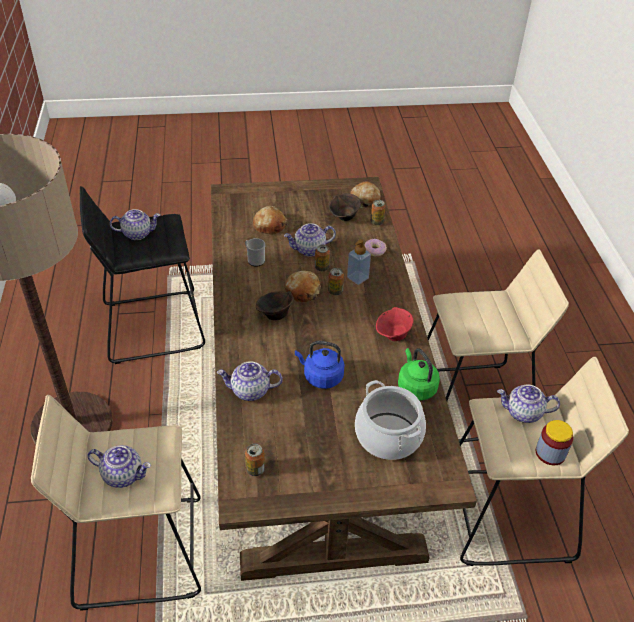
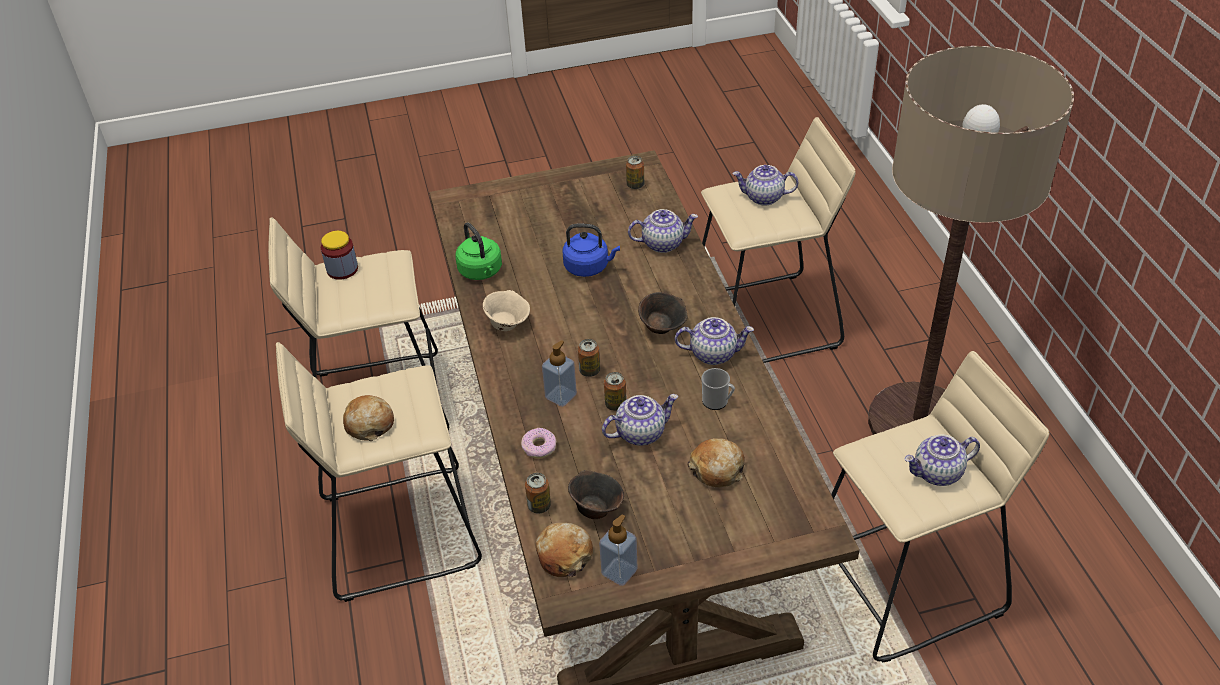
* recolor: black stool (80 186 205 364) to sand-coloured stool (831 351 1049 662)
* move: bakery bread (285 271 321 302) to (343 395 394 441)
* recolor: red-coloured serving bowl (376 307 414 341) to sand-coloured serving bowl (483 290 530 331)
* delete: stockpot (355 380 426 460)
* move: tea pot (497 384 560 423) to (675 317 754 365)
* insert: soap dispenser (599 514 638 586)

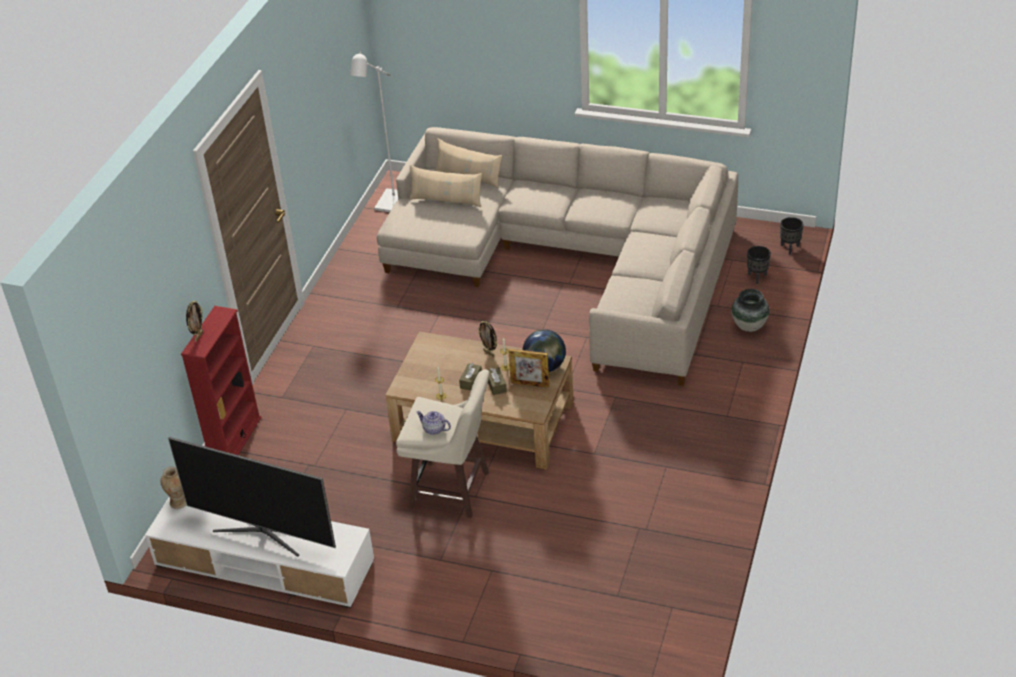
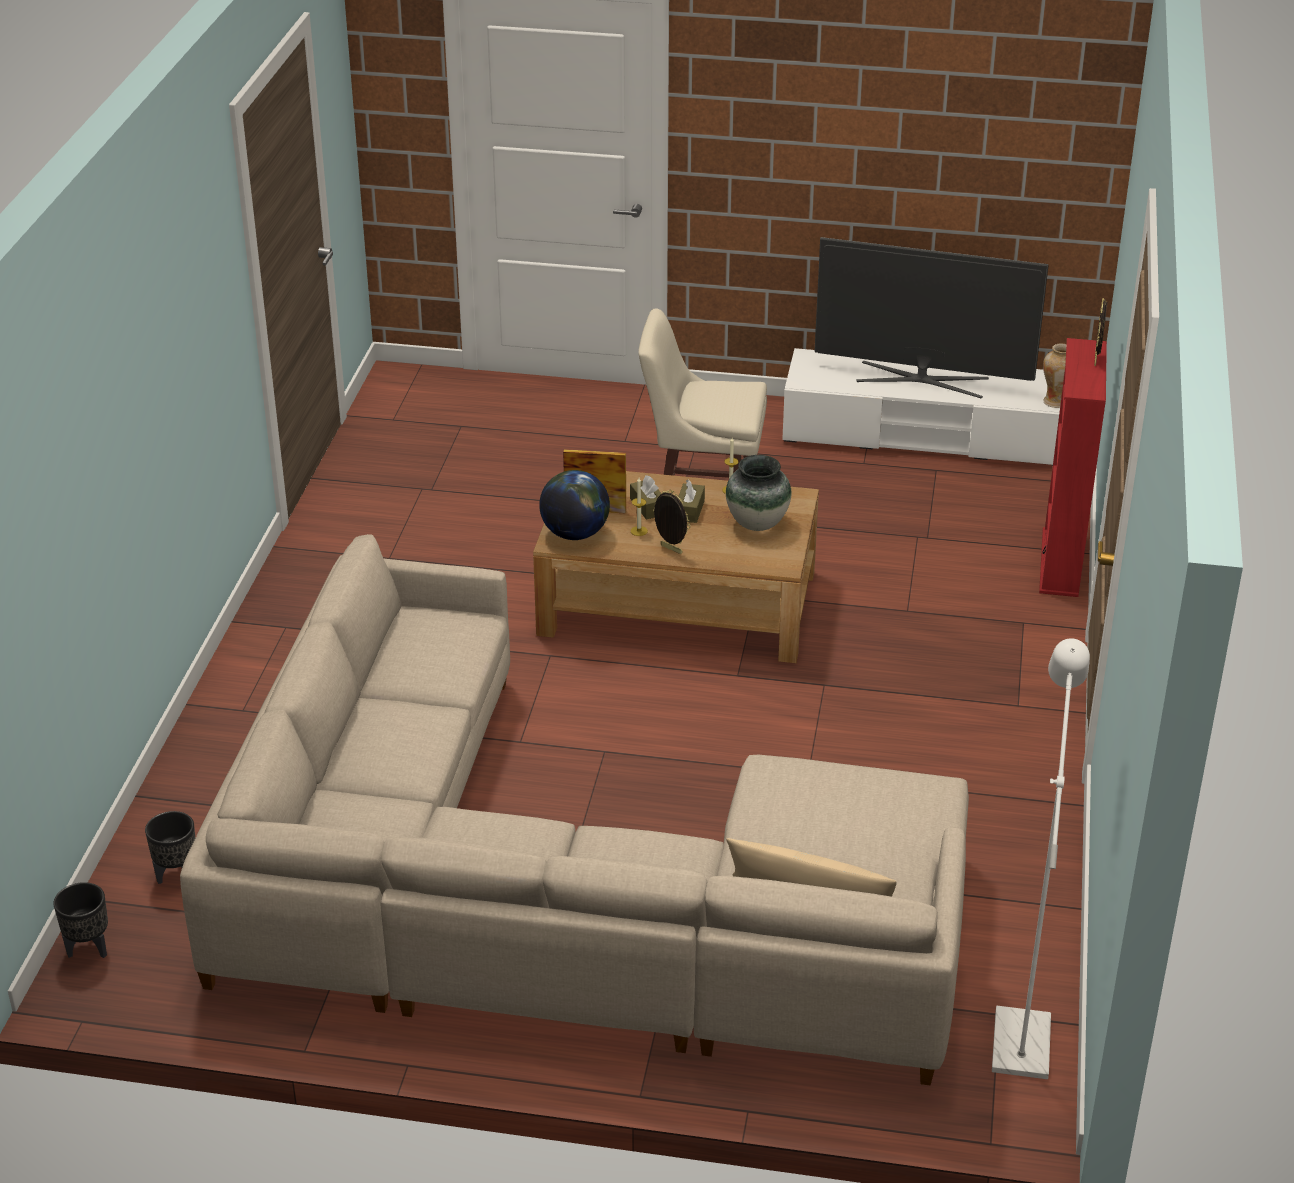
* delete: sand-coloured throw pillow (409 165 482 207)
* move: decorative vase (731 289 769 332) to (726 455 792 531)
* delete: tea pot (416 411 451 435)

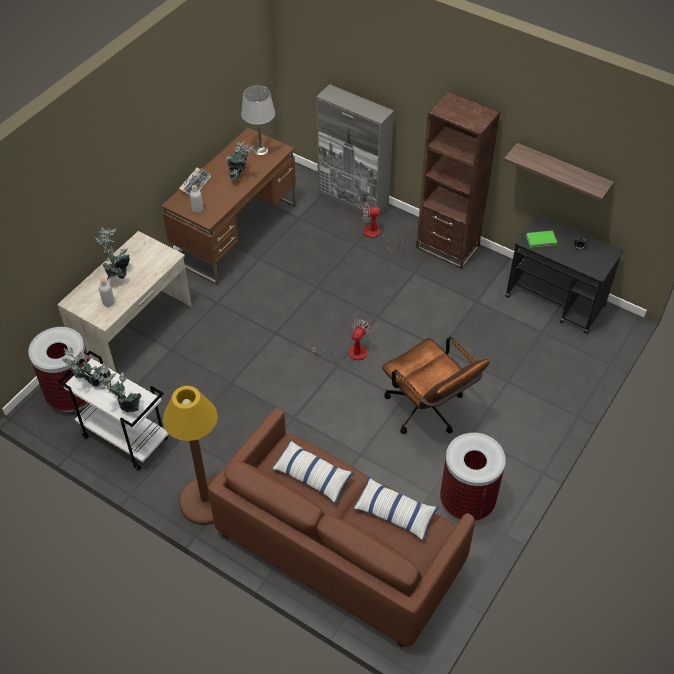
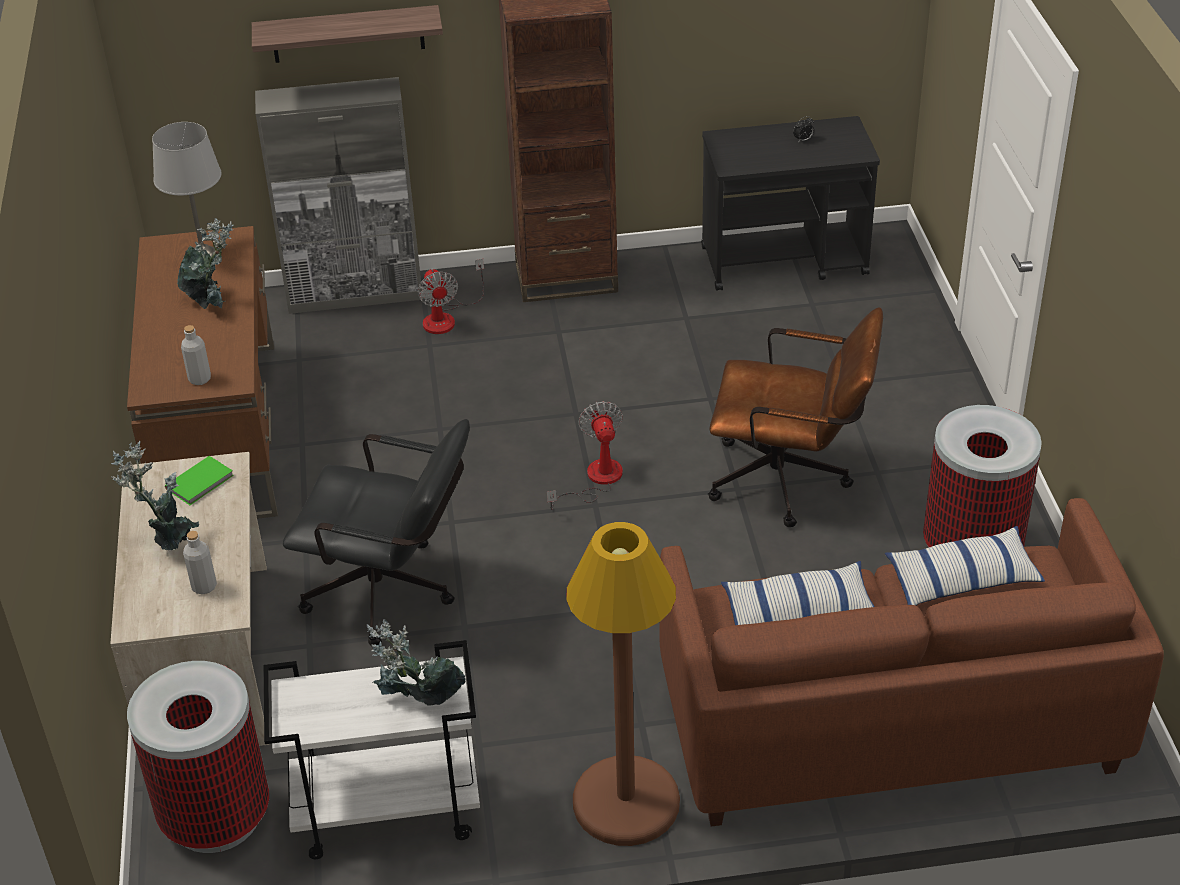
* move: bracket shelf (504 143 614 201) to (252 5 443 63)
* delete: computer keyboard (179 168 211 196)
* rotate: cooling fan (361 201 403 251) = (418 259 484 334) 60 degrees counterclockwise
* move: green bound book (526 230 557 247) to (165 456 234 505)
* delete: plant in a pot (62 347 111 386)
* insert: black computer chair (283 419 470 646)

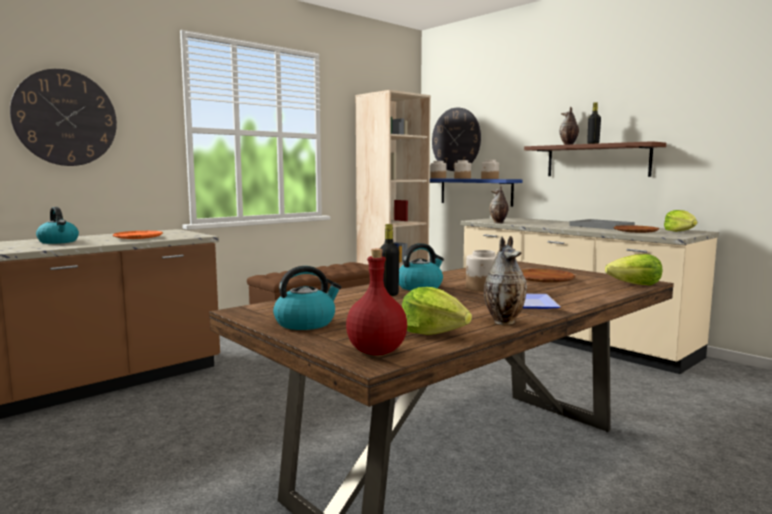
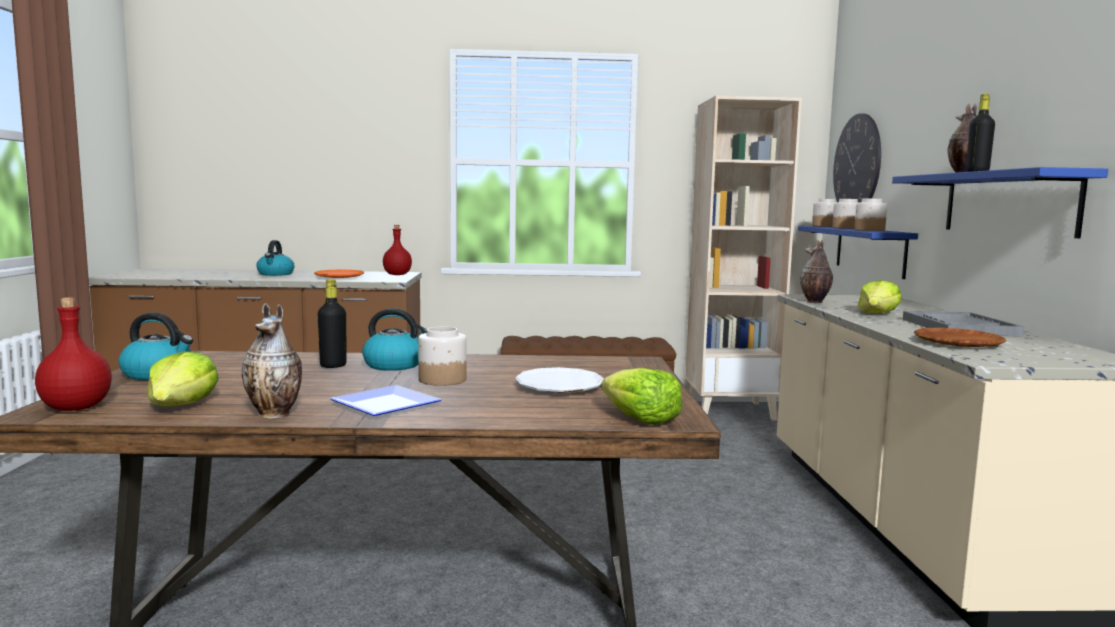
* delete: hanging clock (10 69 117 166)
* recolor: brownish bracket shelf (524 141 666 177) to bluish bracket shelf (892 167 1108 238)
* move: head of lettuce (664 210 697 232) to (858 280 902 313)
* recolor: brownish plate (521 269 576 283) to white plate (515 367 604 393)
* insert: red-coloured bottle (383 225 412 275)

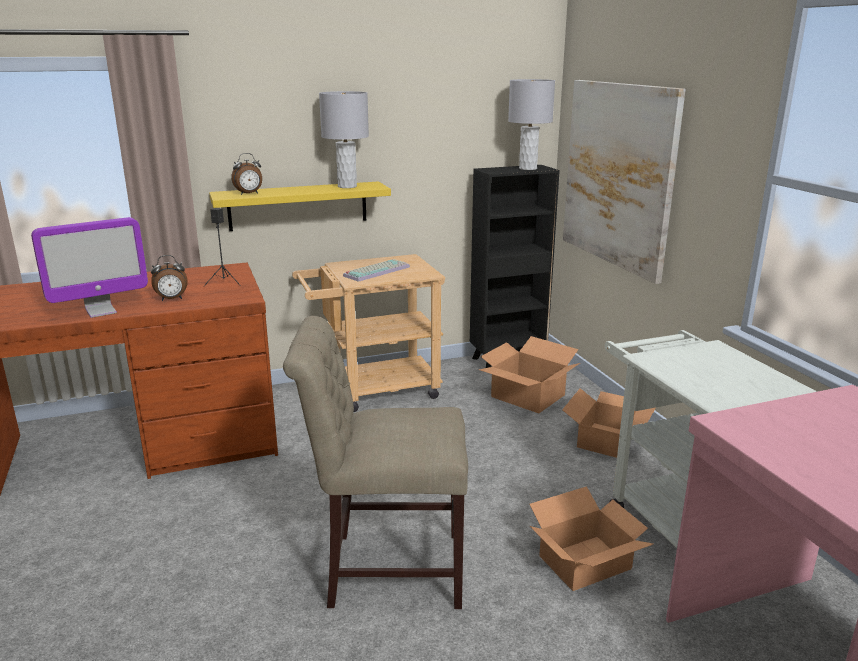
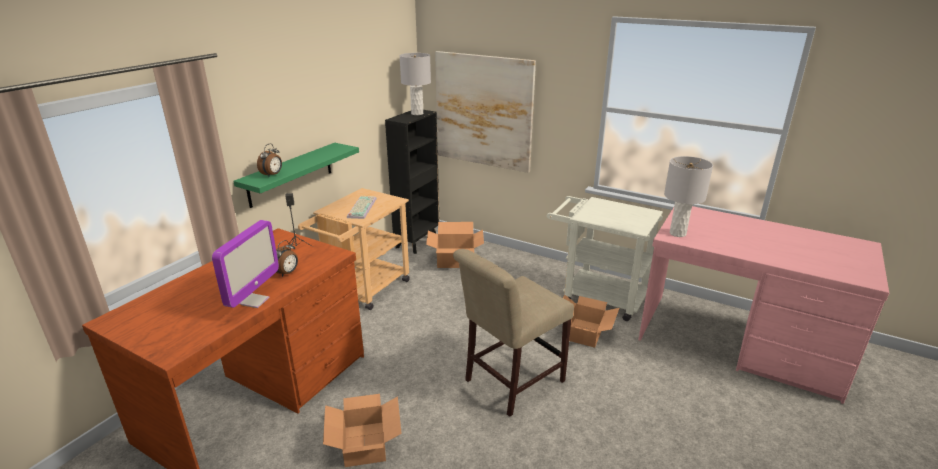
* move: grey table lamp (319 91 369 188) to (664 156 713 237)
* recolor: yellow-coloured bracket shelf (209 181 391 231) to green bracket shelf (233 143 359 208)
* move: packing box (562 388 656 458) to (323 394 402 467)

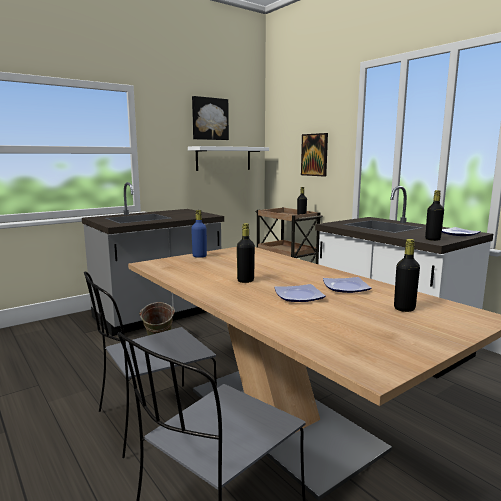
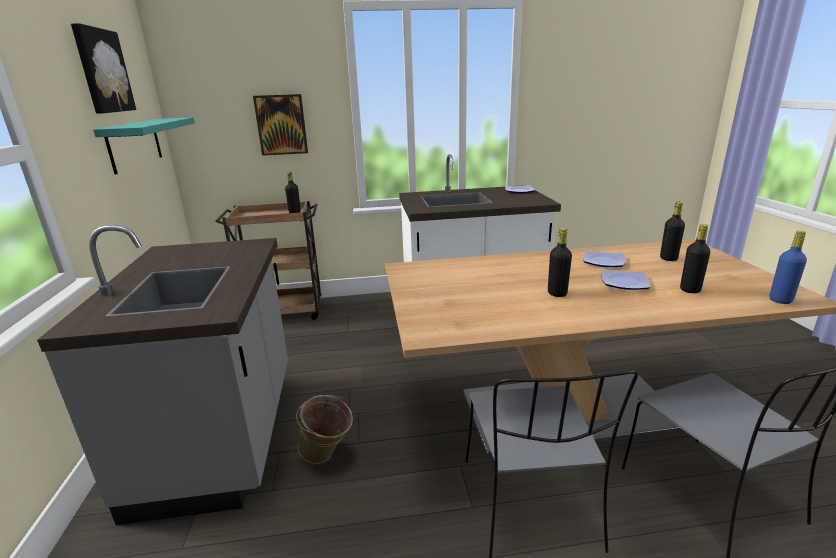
* recolor: white bracket shelf (188 146 269 171) to turquoise bracket shelf (93 117 195 174)
* move: black bottle (425 190 444 241) to (680 224 710 293)
* move: bluish bottle (191 210 207 258) to (769 230 807 304)

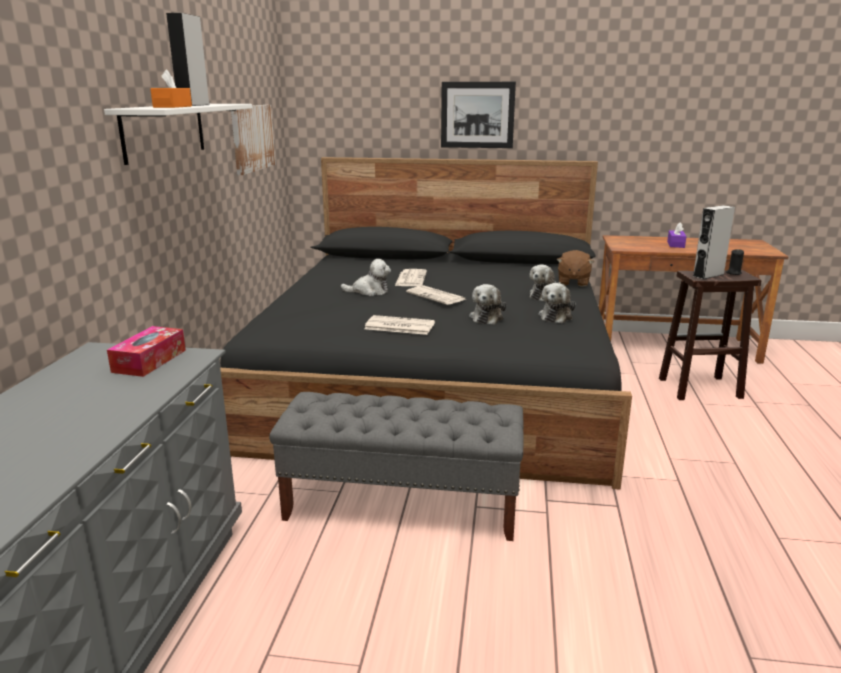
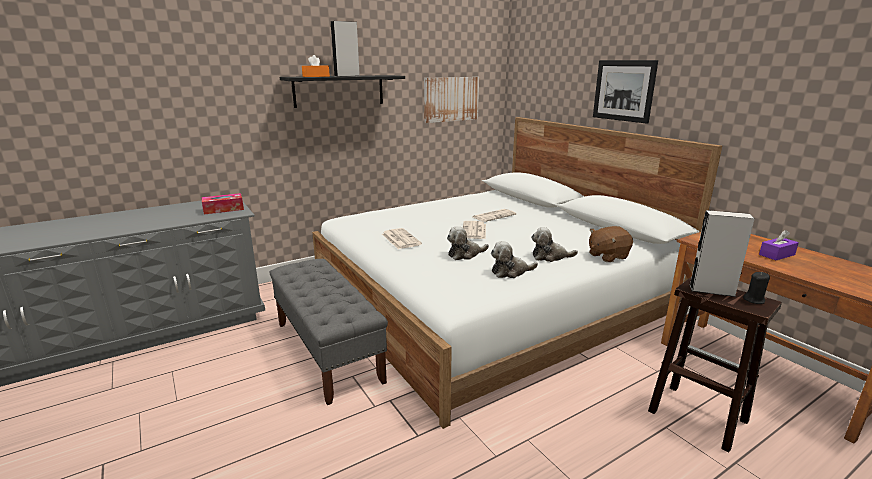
* recolor: white bracket shelf (104 104 252 165) to black bracket shelf (280 75 405 108)
* recolor: black bedroom bed (220 157 632 490) to white bedroom bed (312 117 722 429)
* delete: soft toy (341 259 391 296)

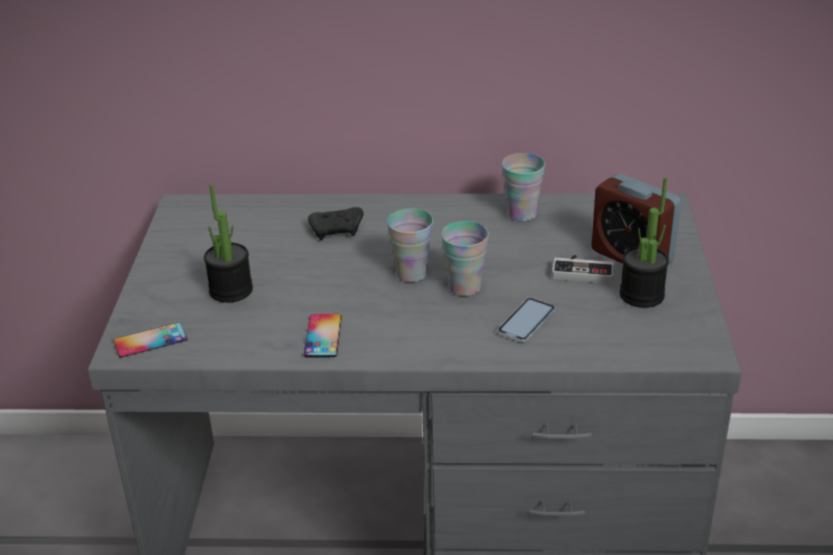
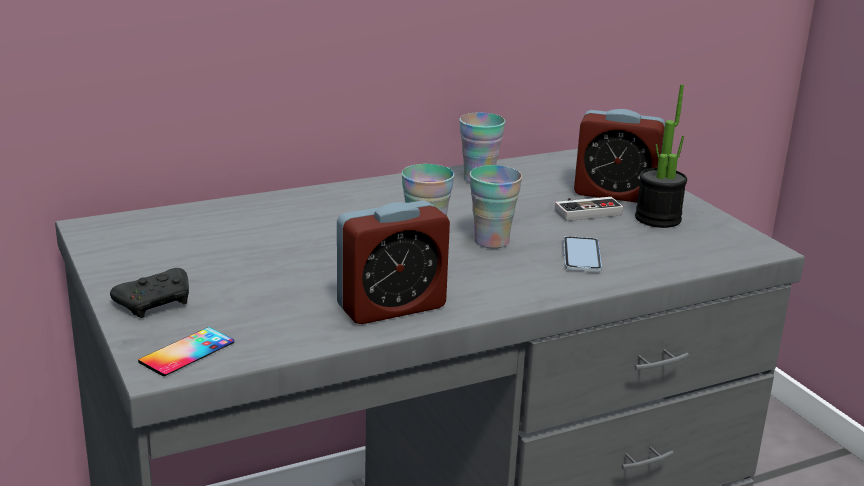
* delete: plant in a pot (204 184 253 303)
* move: black gamepad (308 207 363 240) to (110 268 189 318)
* replace: telephone (304 314 342 358) to bedside clock (337 200 450 324)

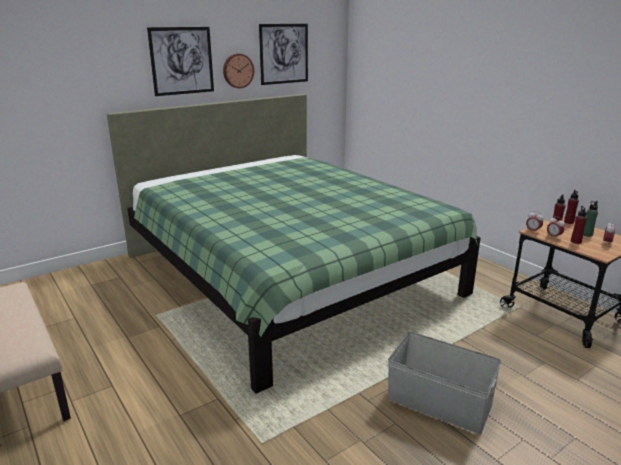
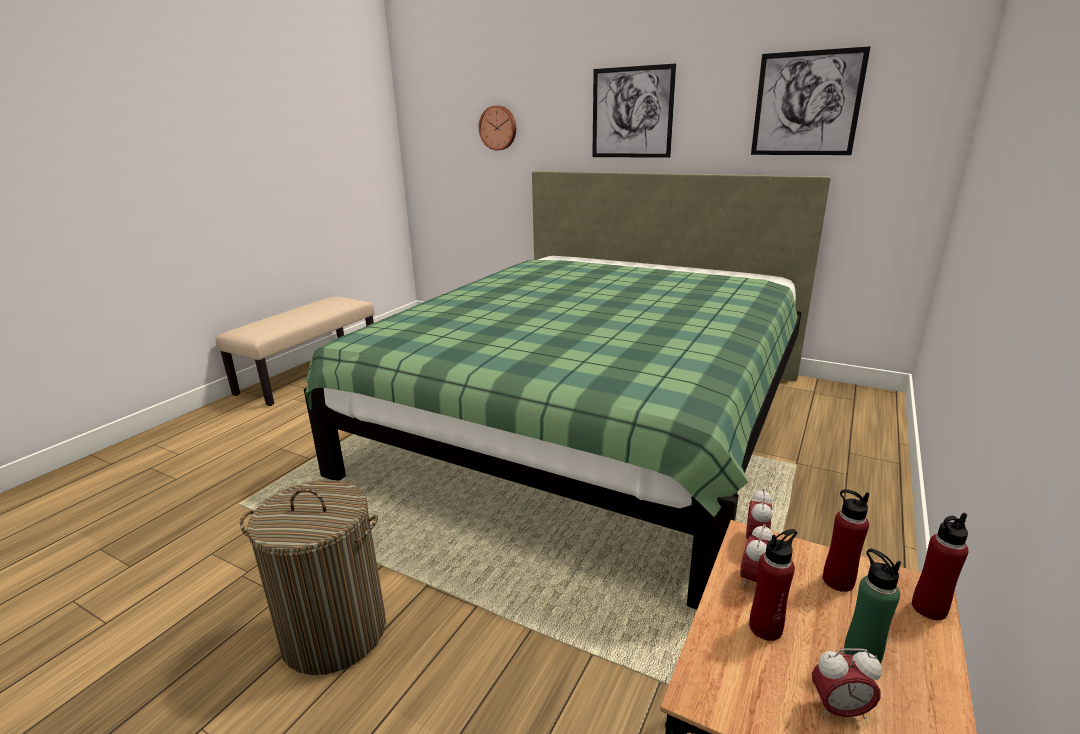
* move: hanging clock (223 54 254 88) to (479 105 516 150)
* replace: grey storage bin (388 331 501 434) to laundry basket (240 480 386 675)

